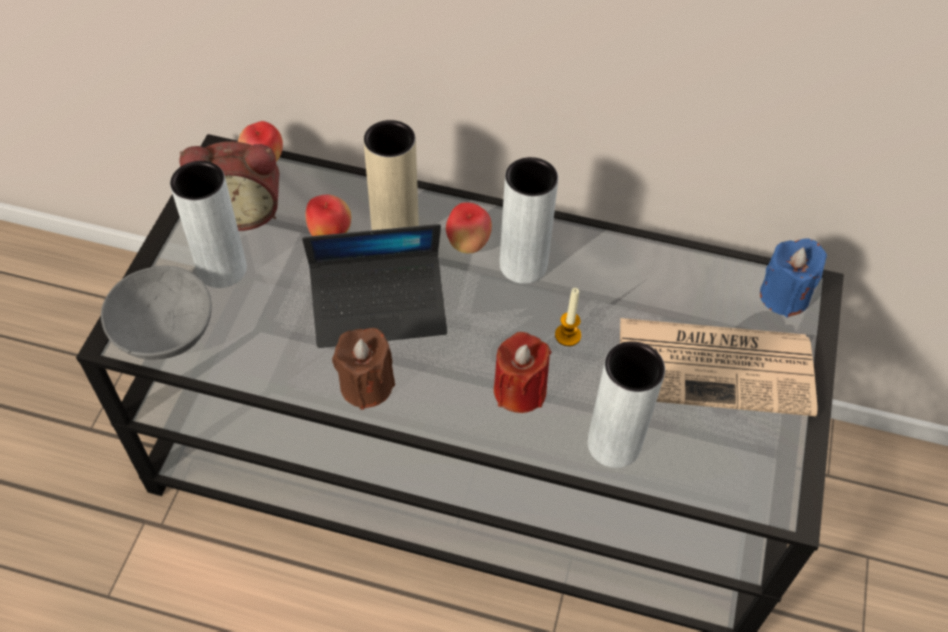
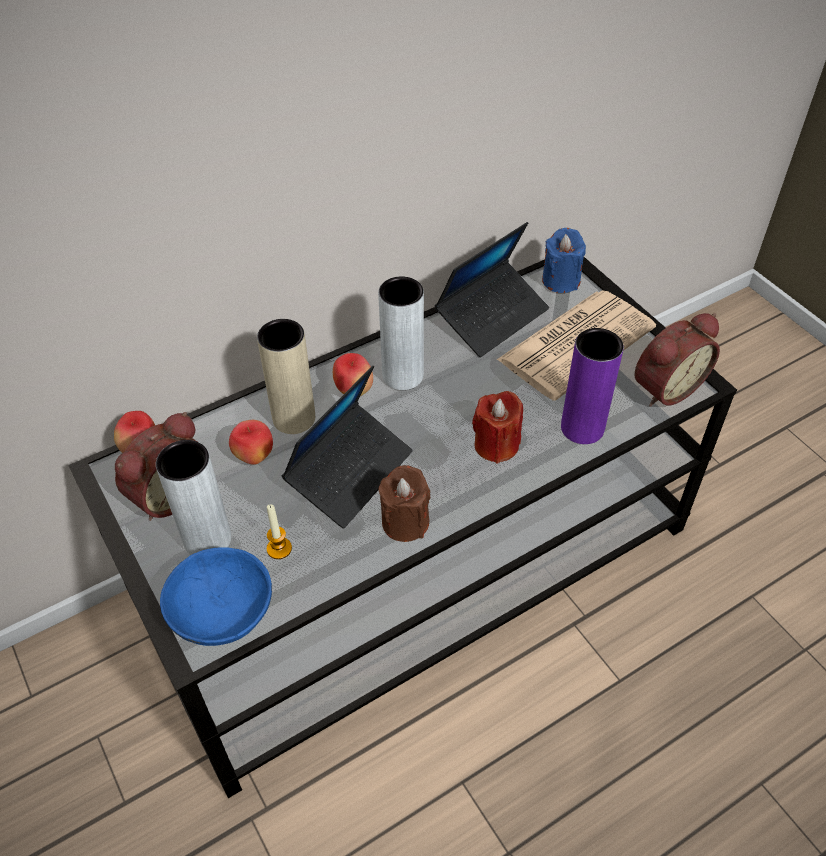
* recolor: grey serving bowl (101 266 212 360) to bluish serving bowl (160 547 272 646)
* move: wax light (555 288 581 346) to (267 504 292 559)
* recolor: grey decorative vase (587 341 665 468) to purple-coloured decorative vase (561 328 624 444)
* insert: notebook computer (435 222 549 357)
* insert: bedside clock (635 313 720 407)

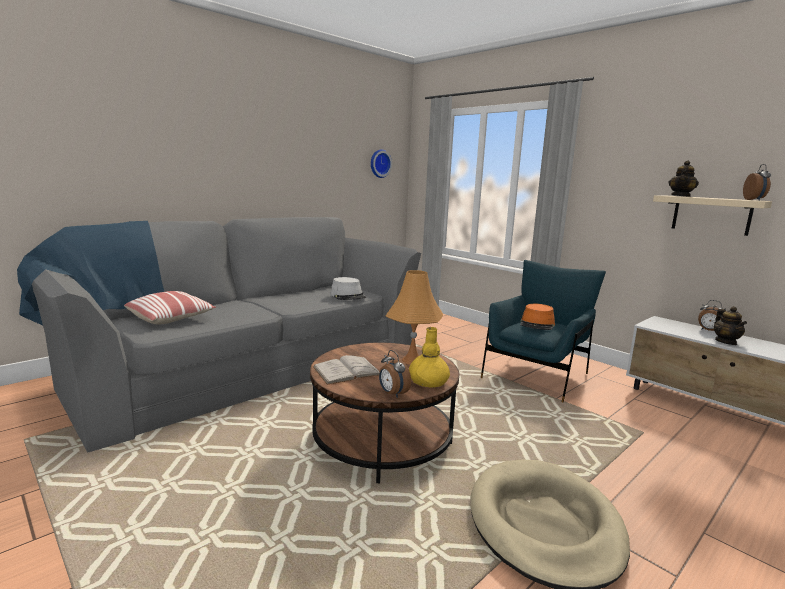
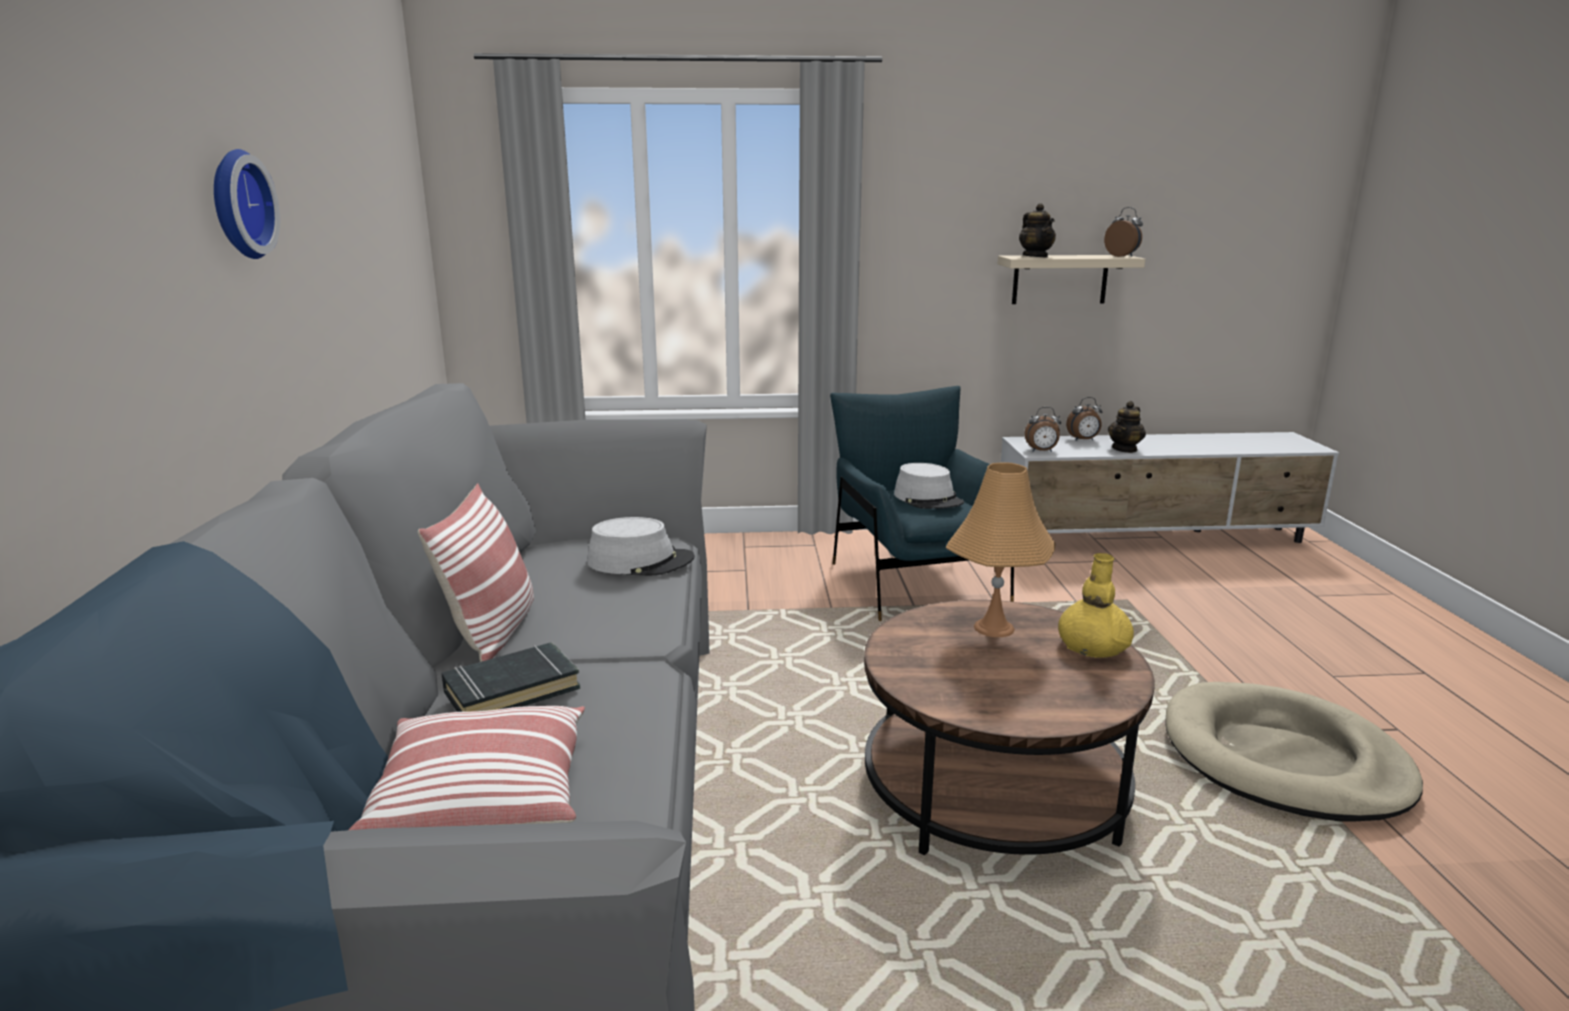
* move: hanging clock (371 149 392 178) to (214 149 280 259)
* recolor: orangey hat (520 304 555 330) to grey hat (894 463 964 509)
* rotate: tea pot (714 306 747 345) = (1108 401 1146 453) 90 degrees clockwise
* move: bedside clock (379 350 411 398) to (1024 407 1061 452)
* delete: white bound book (313 355 380 385)
* insert: throw pillow (418 483 534 662)
* insert: black bound book (441 642 581 712)

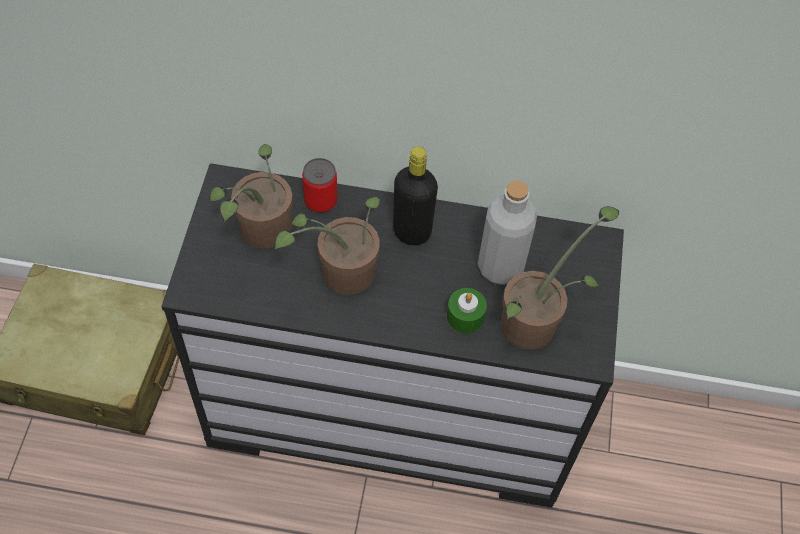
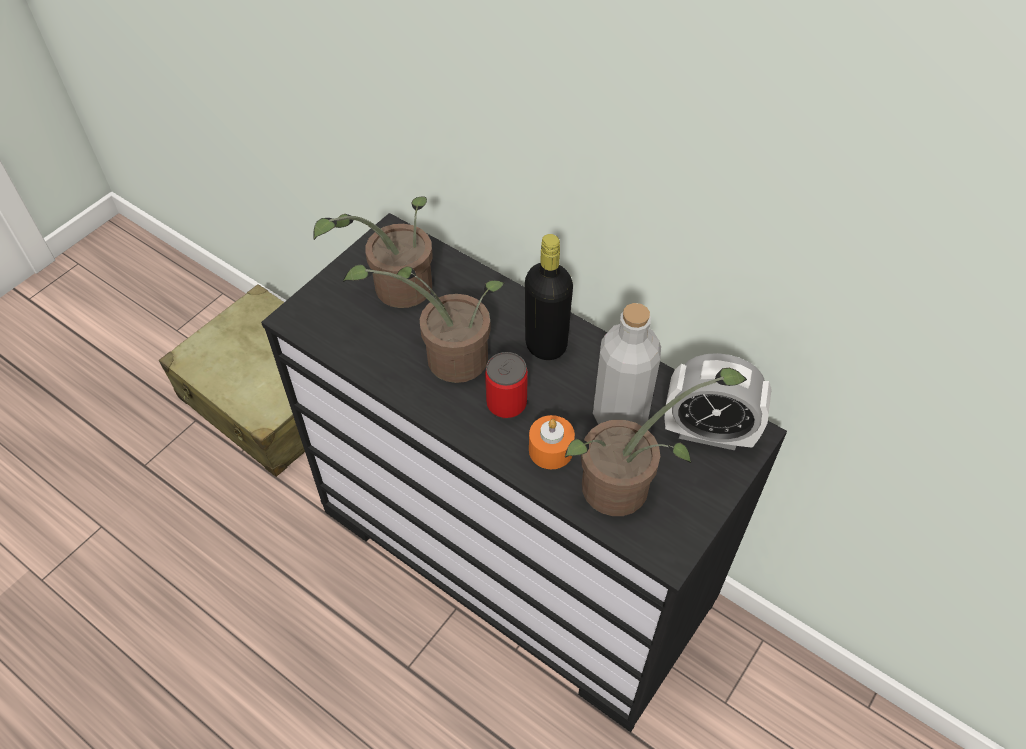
* move: sealed can (302 158 337 213) to (485 352 528 419)
* recolor: green wax light (447 288 487 333) to orangey wax light (529 415 575 469)
* insert: bedside clock (665 353 772 450)

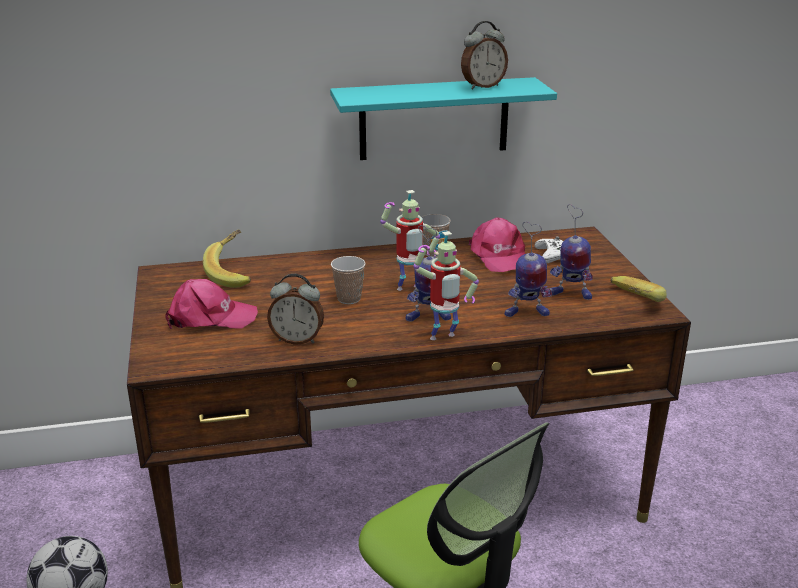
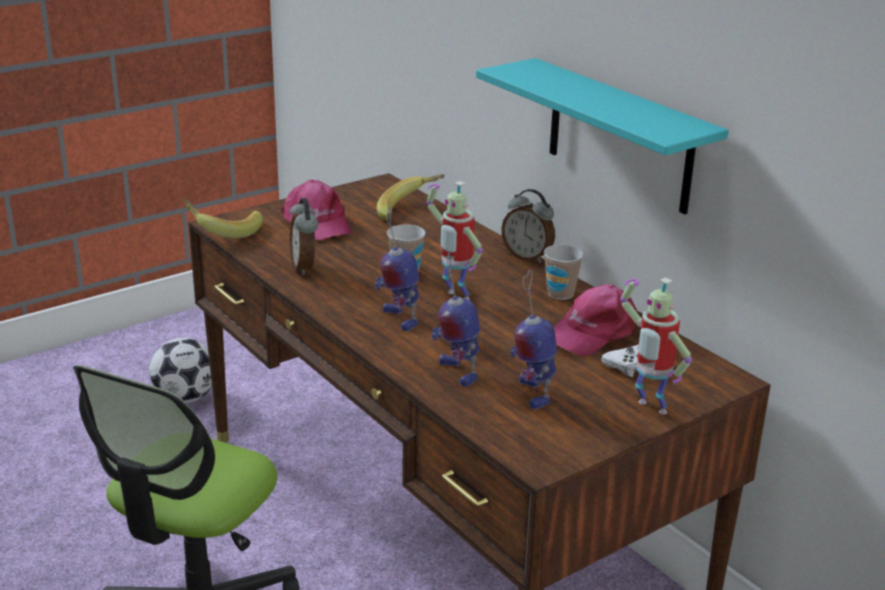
* move: bedside clock (461 21 508 89) to (502 189 555 263)
* move: model robot (413 231 479 340) to (621 278 692 415)
* move: banana fruit (610 276 667 302) to (182 198 263 238)

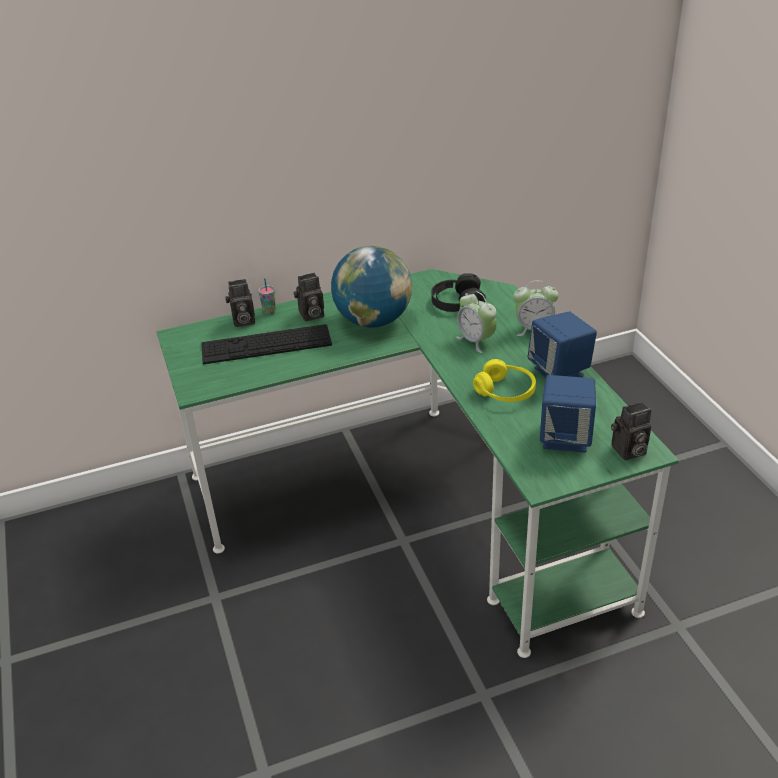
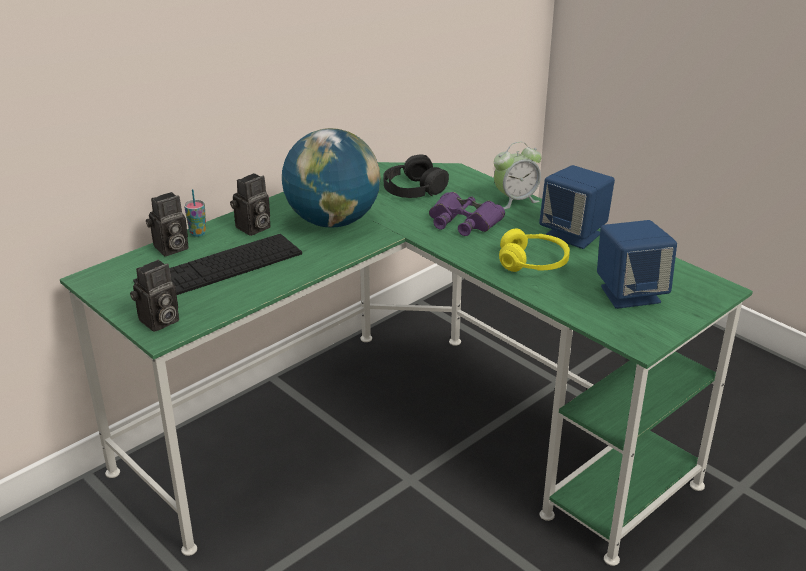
* replace: bedside clock (456 291 497 353) to purple-coloured pair of binoculars (429 192 505 236)
* move: photo camera (611 402 651 460) to (130 260 179 332)

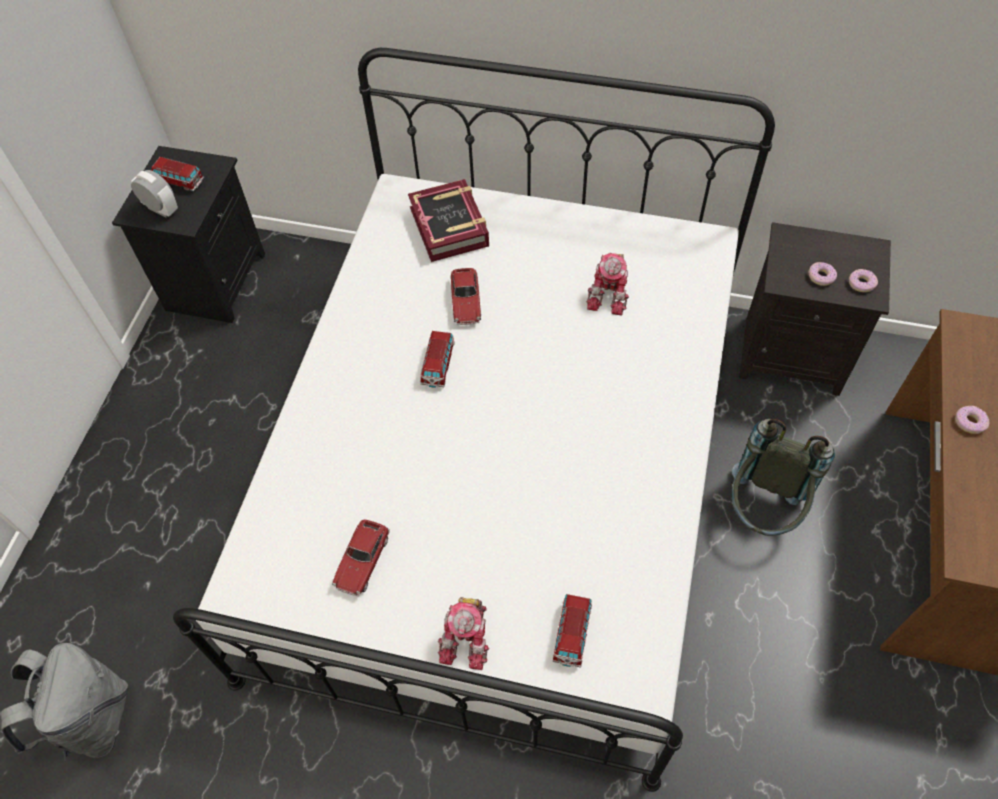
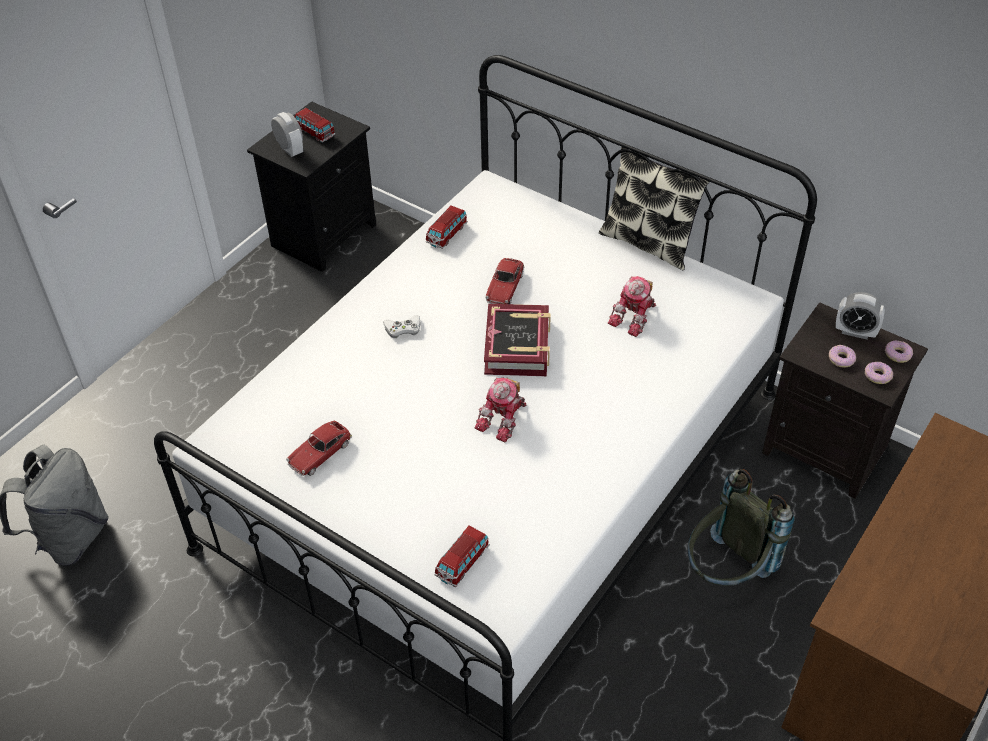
* move: bound book (408 179 489 262) to (484 304 551 376)
* move: toy car (420 331 455 388) to (426 206 468 249)
* move: doughnut (955 406 989 434) to (885 340 913 363)
* move: model robot (438 597 489 670) to (475 378 526 442)
* insert: throw pillow (599 147 709 270)
* insert: bedside clock (836 292 885 340)
* insert: white gamepad (383 315 421 338)

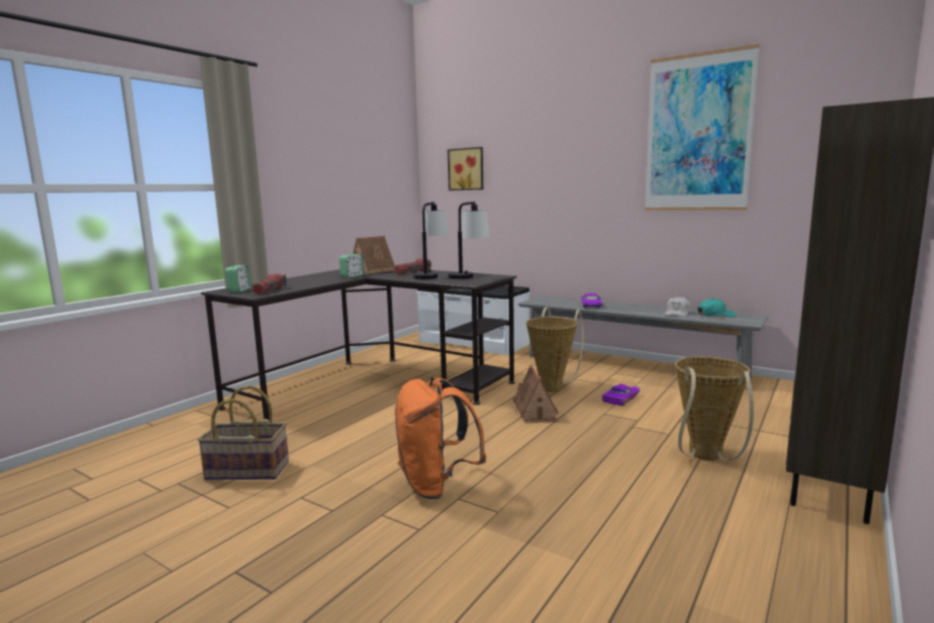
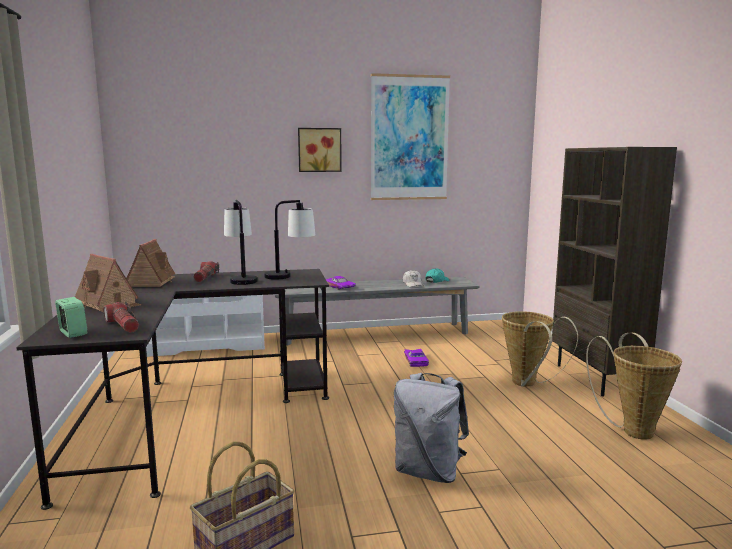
* move: wall art (448 147 483 191) to (298 128 342 172)
* delete: bedside clock (339 254 364 278)
* move: household basket (526 307 584 392) to (586 333 682 440)
* move: toy house (513 365 559 424) to (75 254 141 312)
* recolor: orangey backpack (395 377 487 499) to grey backpack (394 373 469 483)

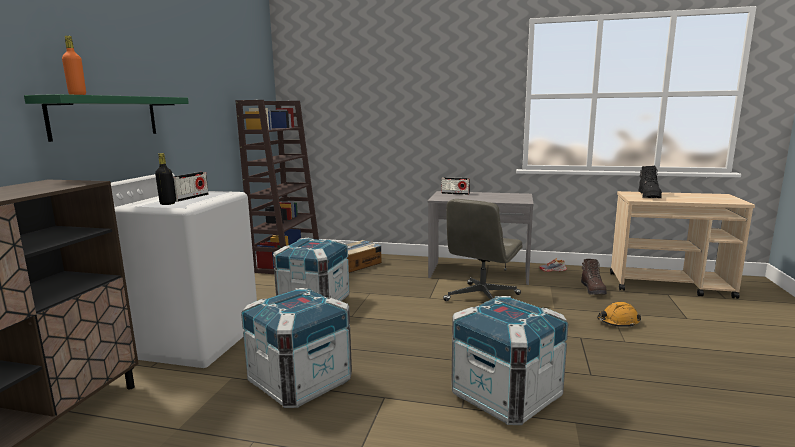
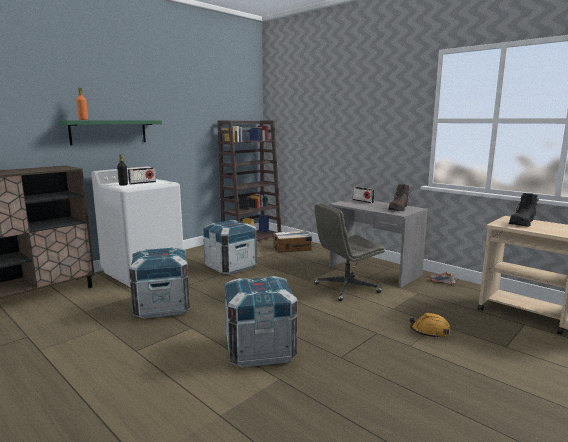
* move: brownish high-top boot (581 259 607 295) to (388 184 410 211)

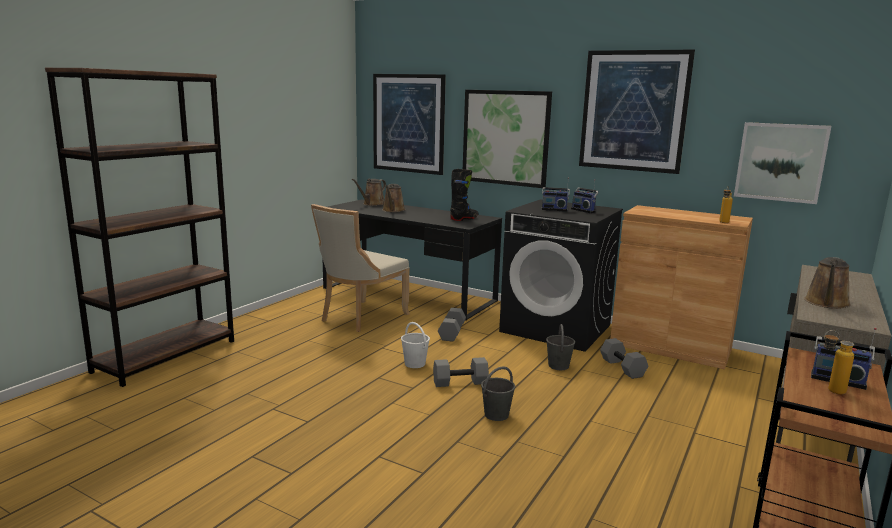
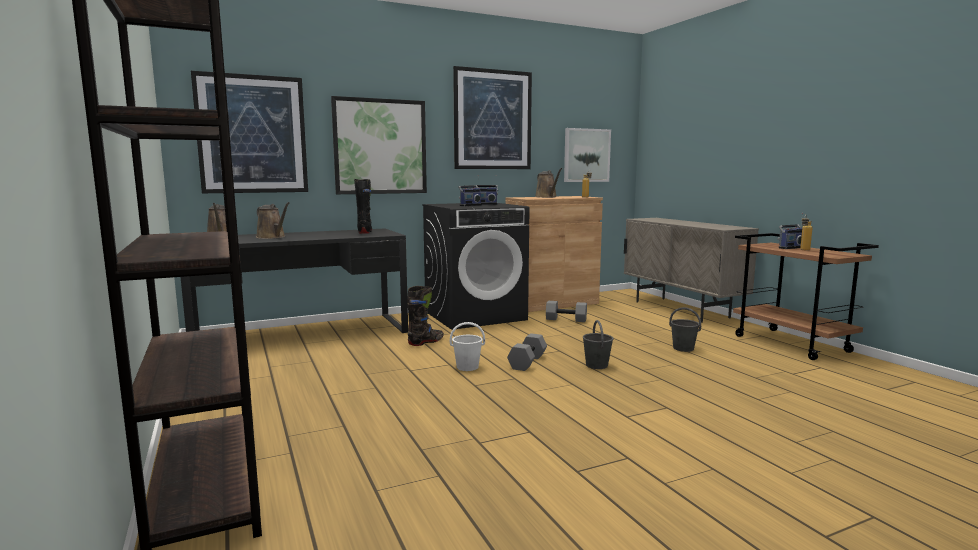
* delete: sand-coloured upright chair (311 204 410 332)
* move: brownish sprinkling can (804 257 851 309) to (535 168 562 198)
* replace: grey dumbbell (438 308 466 342) to black high-top boot (407 286 444 346)
* move: grey bucket (546 324 575 370) to (669 307 701 352)

